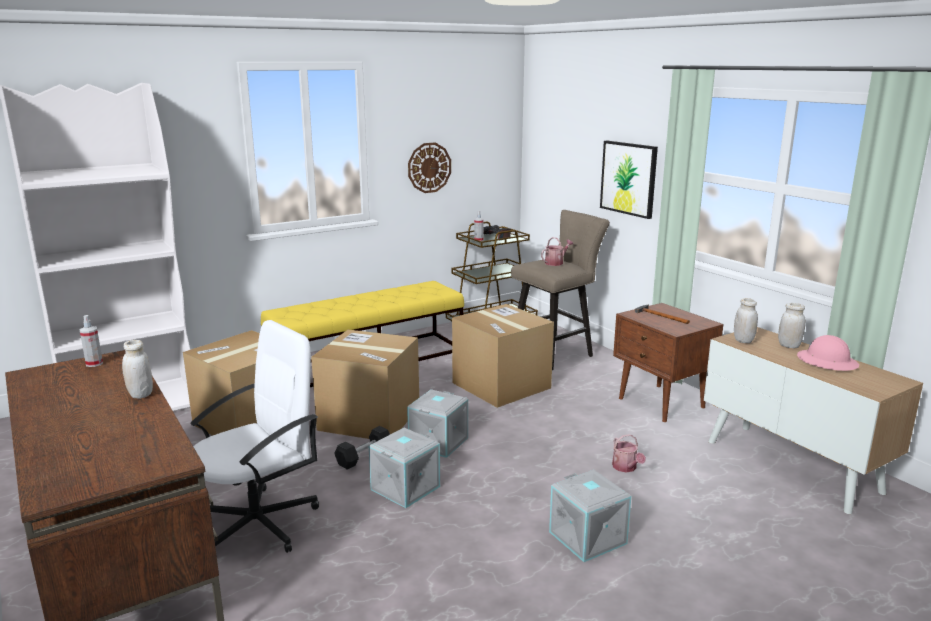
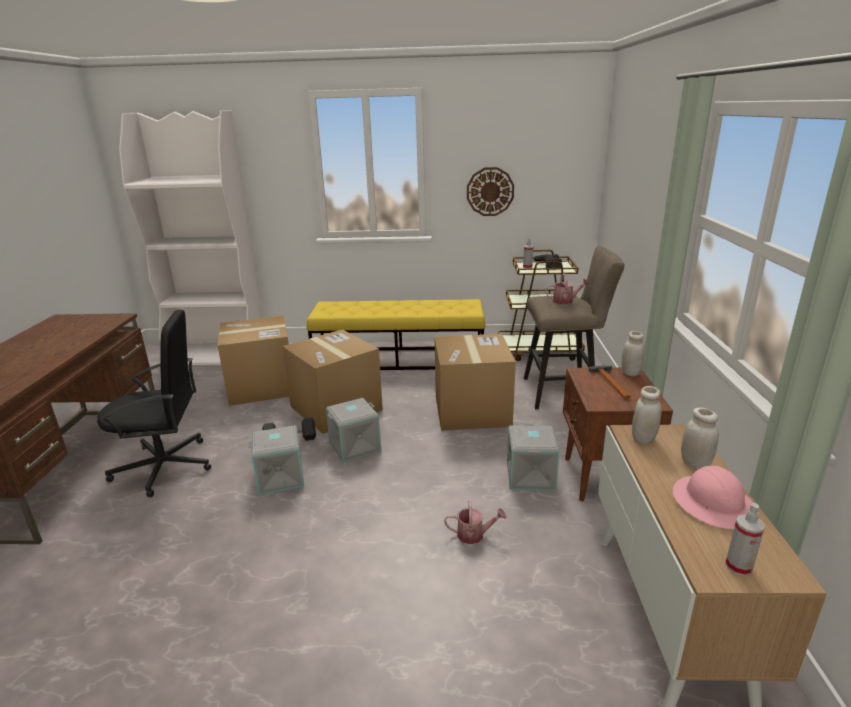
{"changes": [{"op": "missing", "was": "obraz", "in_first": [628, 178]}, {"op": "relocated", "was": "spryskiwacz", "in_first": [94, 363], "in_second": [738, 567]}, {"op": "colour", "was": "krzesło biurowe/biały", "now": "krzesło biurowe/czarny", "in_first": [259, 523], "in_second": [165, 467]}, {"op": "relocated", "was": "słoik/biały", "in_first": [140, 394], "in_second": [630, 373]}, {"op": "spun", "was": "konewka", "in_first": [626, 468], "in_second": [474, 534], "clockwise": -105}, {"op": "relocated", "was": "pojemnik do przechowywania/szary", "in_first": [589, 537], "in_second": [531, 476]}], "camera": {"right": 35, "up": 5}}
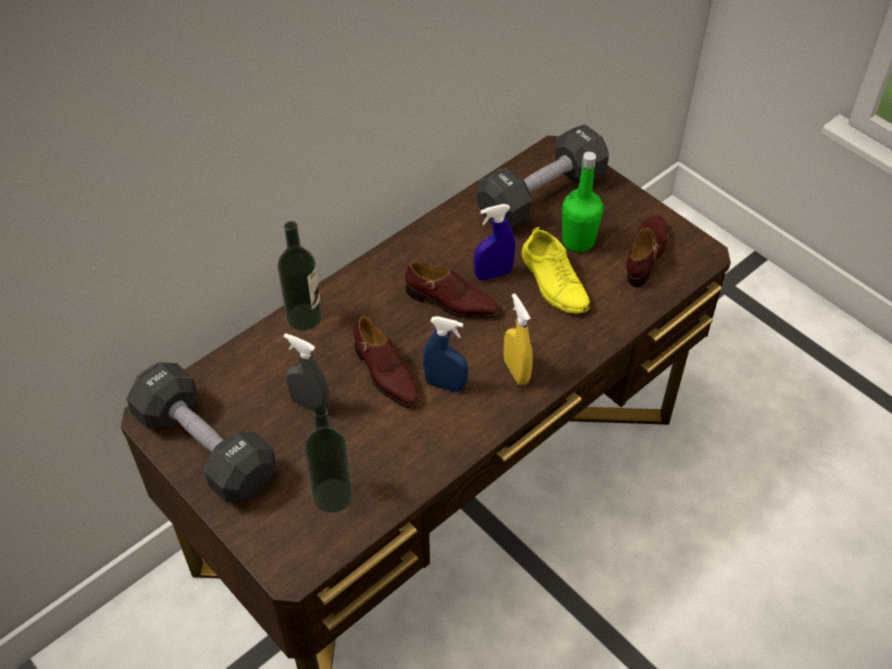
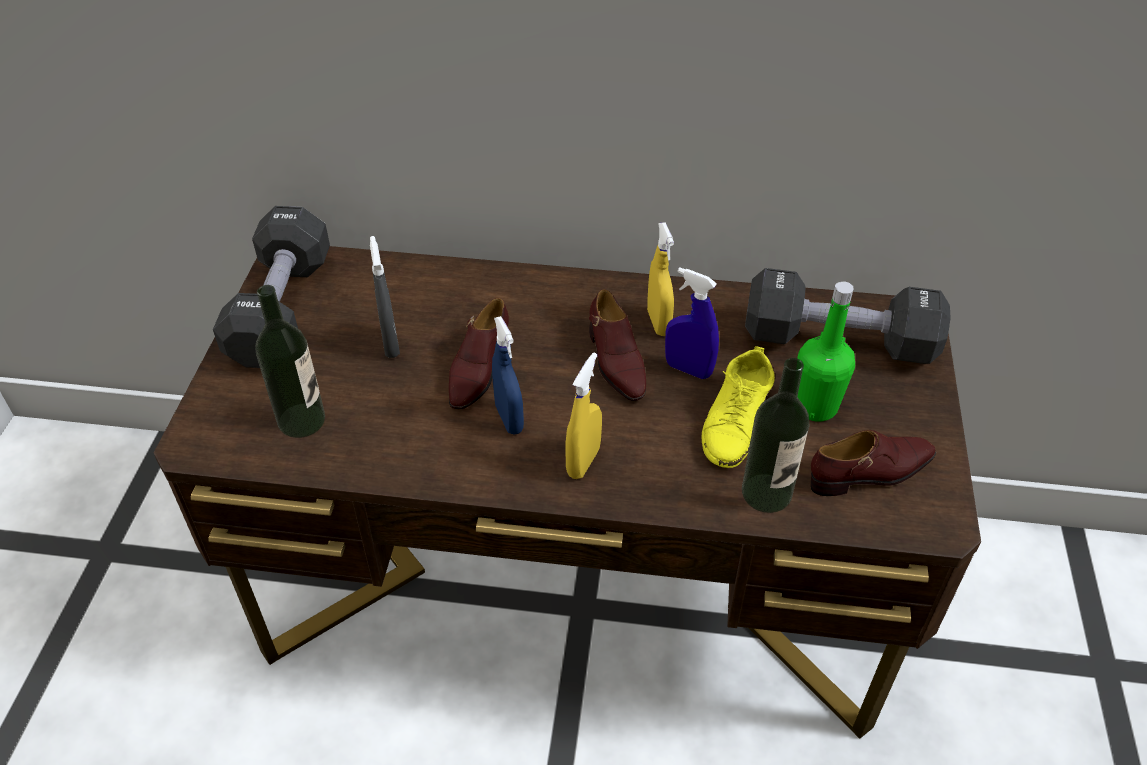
{"changes": [{"op": "relocated", "was": "butelka", "in_first": [304, 317], "in_second": [766, 493]}, {"op": "appeared", "now": "spryskiwacz/żółty", "in_second": [658, 323]}], "camera": {"right": 50, "up": -5}}
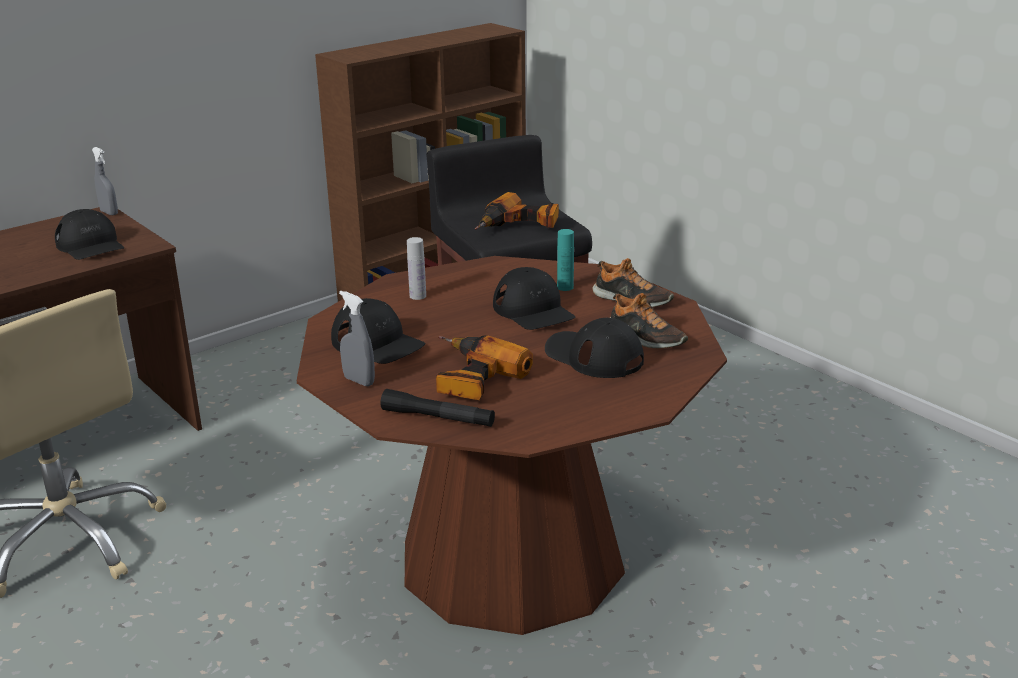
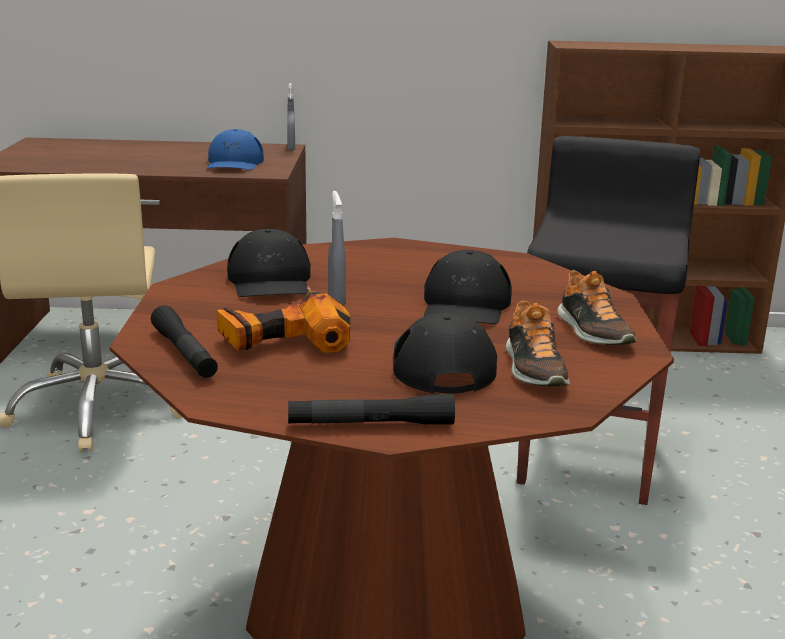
{"changes": [{"op": "missing", "was": "wiertarka", "in_first": [519, 227]}, {"op": "colour", "was": "czapka z daszkiem/czarny", "now": "czapka z daszkiem/niebieski", "in_first": [91, 245], "in_second": [234, 163]}, {"op": "missing", "was": "butelka/turkusowy", "in_first": [565, 287]}, {"op": "missing", "was": "butelka/biały", "in_first": [418, 296]}, {"op": "relocated", "was": "spryskiwacz/szary", "in_first": [359, 381], "in_second": [337, 300]}, {"op": "appeared", "now": "latarka/czarny", "in_second": [371, 424]}], "camera": {"right": 40, "up": -5}}
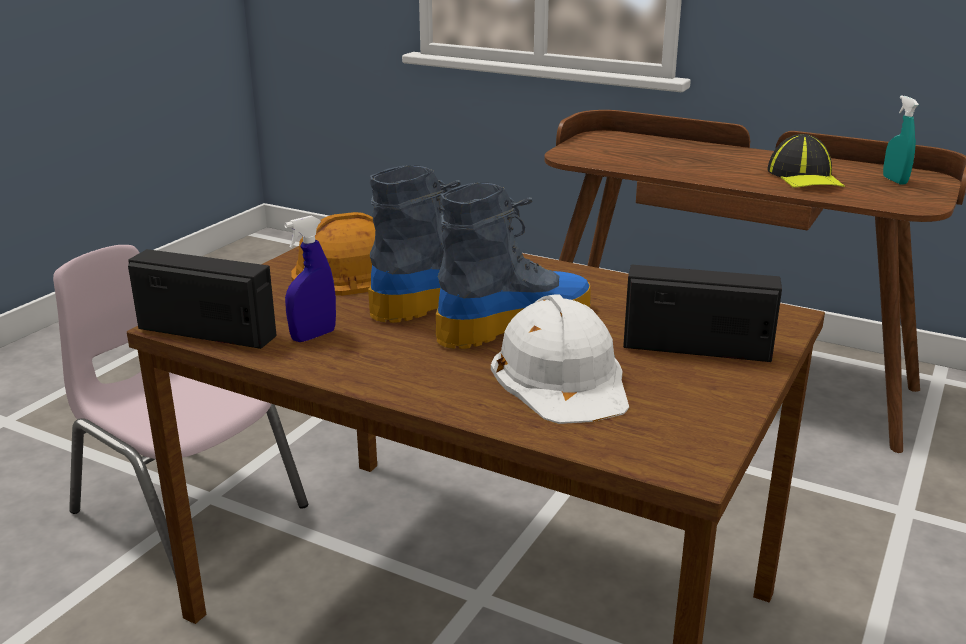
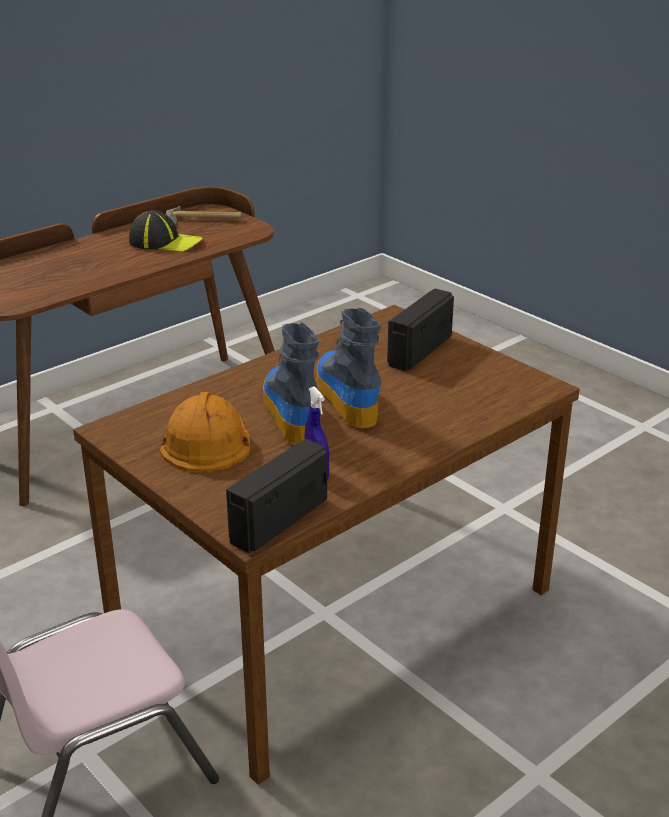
{"changes": [{"op": "exchanged", "was": "spryskiwacz/turkusowy", "now": "młotek", "in_first": [894, 180], "in_second": [203, 220]}, {"op": "missing", "was": "kask/biały", "in_first": [562, 377]}], "camera": {"right": -70, "up": 5}}
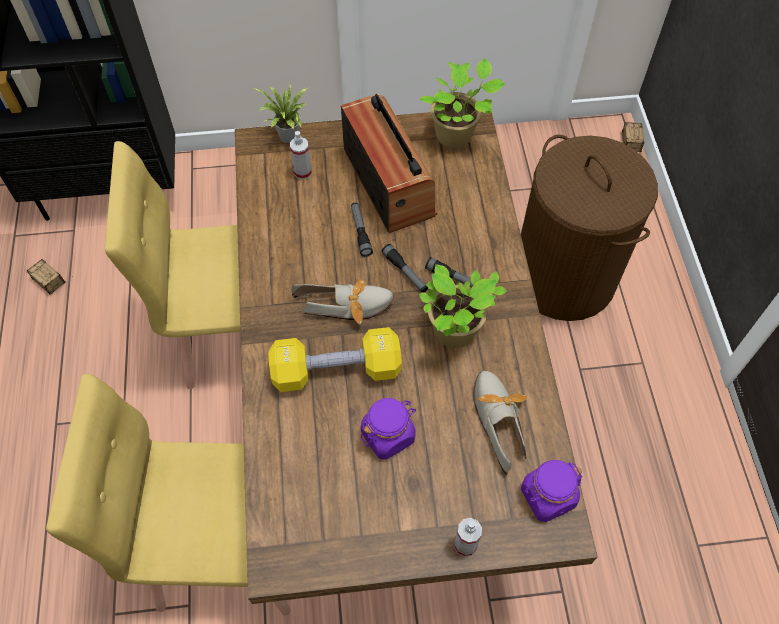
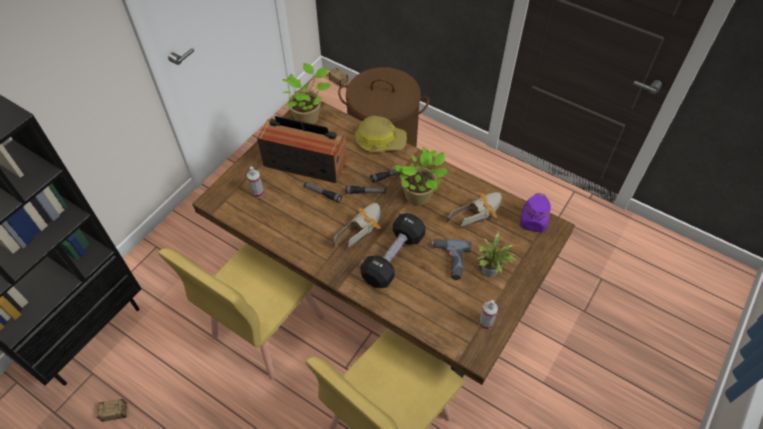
{"changes": [{"op": "relocated", "was": "roślina doniczkowa", "in_first": [288, 137], "in_second": [491, 272]}, {"op": "colour", "was": "hantel/żółty", "now": "hantel/czarny", "in_first": [336, 370], "in_second": [393, 258]}, {"op": "spun", "was": "but", "in_first": [497, 418], "in_second": [478, 212], "clockwise": 120}, {"op": "exchanged", "was": "słoik/fioletowy", "now": "wiertarka", "in_first": [388, 435], "in_second": [449, 260]}, {"op": "relocated", "was": "spryskiwacz", "in_first": [465, 545], "in_second": [486, 323]}, {"op": "appeared", "now": "kask", "in_second": [380, 141]}], "camera": {"right": -50, "up": -5}}
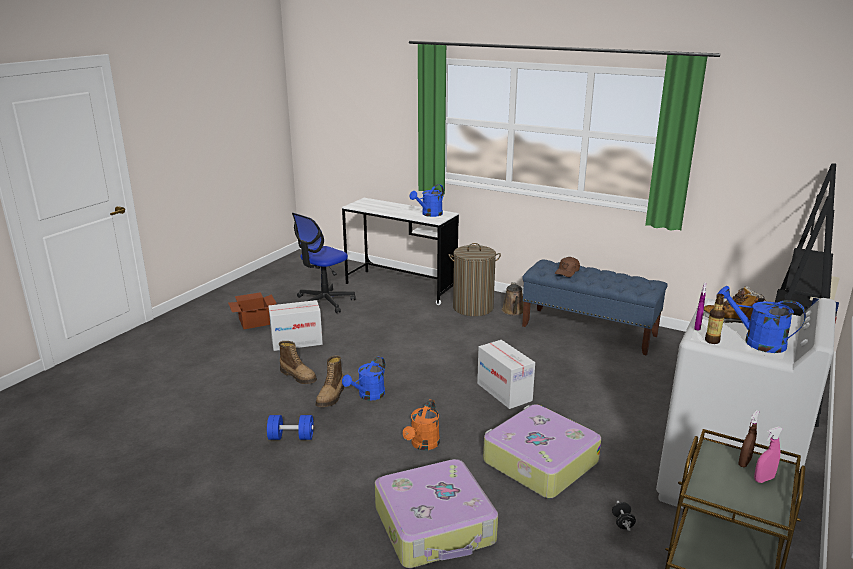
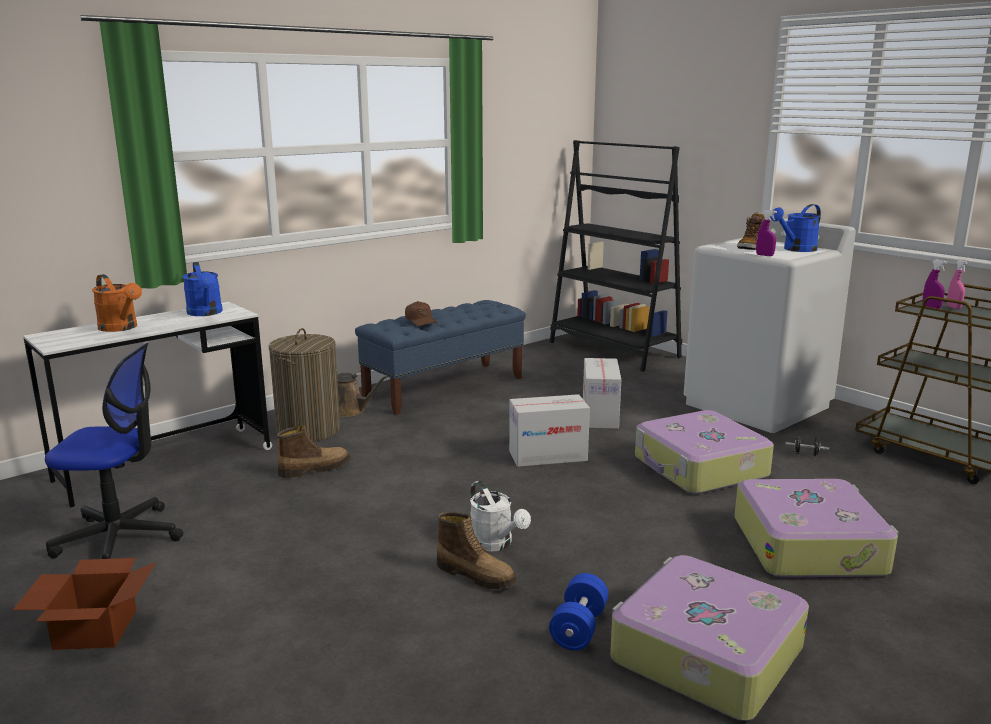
{"changes": [{"op": "spun", "was": "krzesło biurowe", "in_first": [324, 302], "in_second": [119, 538], "clockwise": -60}, {"op": "missing", "was": "butelka", "in_first": [712, 341]}, {"op": "relocated", "was": "karton", "in_first": [297, 342], "in_second": [599, 416]}, {"op": "relocated", "was": "but z cholewką", "in_first": [299, 376], "in_second": [314, 469]}, {"op": "colour", "was": "konewka/niebieski", "now": "konewka/biały", "in_first": [368, 396], "in_second": [496, 544]}, {"op": "relocated", "was": "konewka/pomarańczowy", "in_first": [423, 445], "in_second": [121, 328]}, {"op": "colour", "was": "spryskiwacz/brązowy", "now": "spryskiwacz/fioletowy", "in_first": [744, 462], "in_second": [931, 307]}, {"op": "appeared", "now": "walizka", "in_second": [704, 654]}], "camera": {"right": -70, "up": -5}}
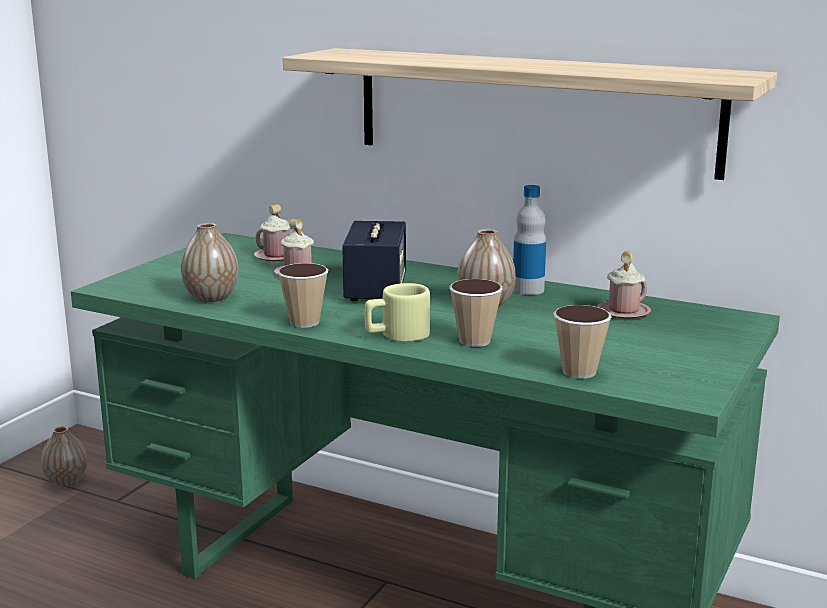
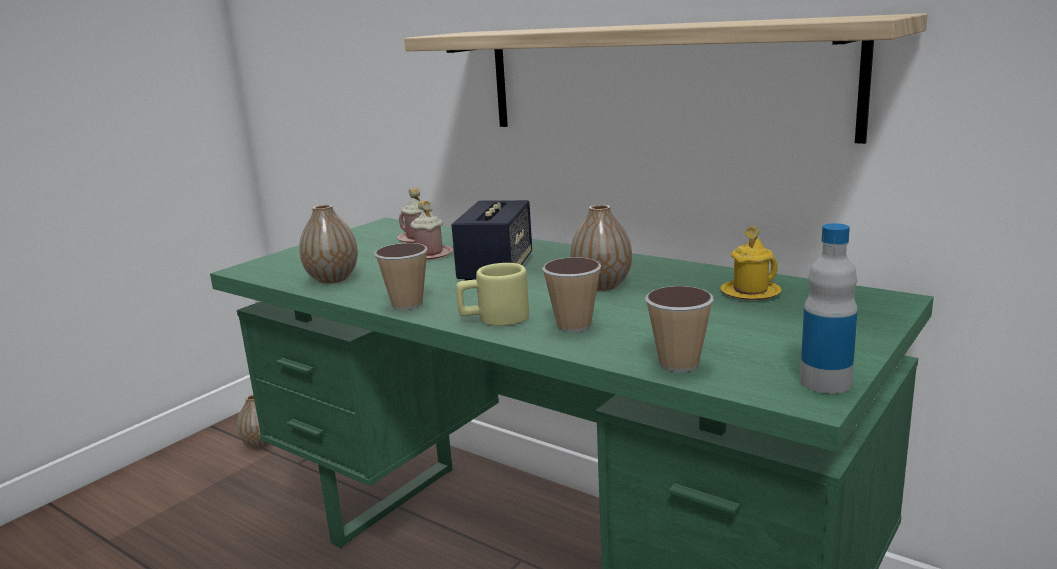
{"changes": [{"op": "relocated", "was": "butelka", "in_first": [528, 289], "in_second": [825, 382]}, {"op": "colour", "was": "kubek/różowy", "now": "kubek/żółty", "in_first": [623, 312], "in_second": [750, 292]}], "camera": {"right": 10, "up": 0}}
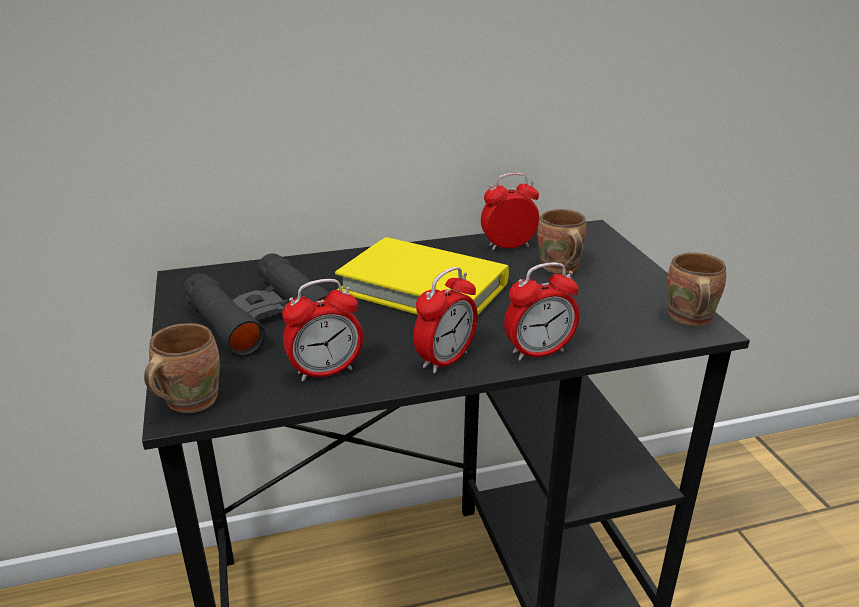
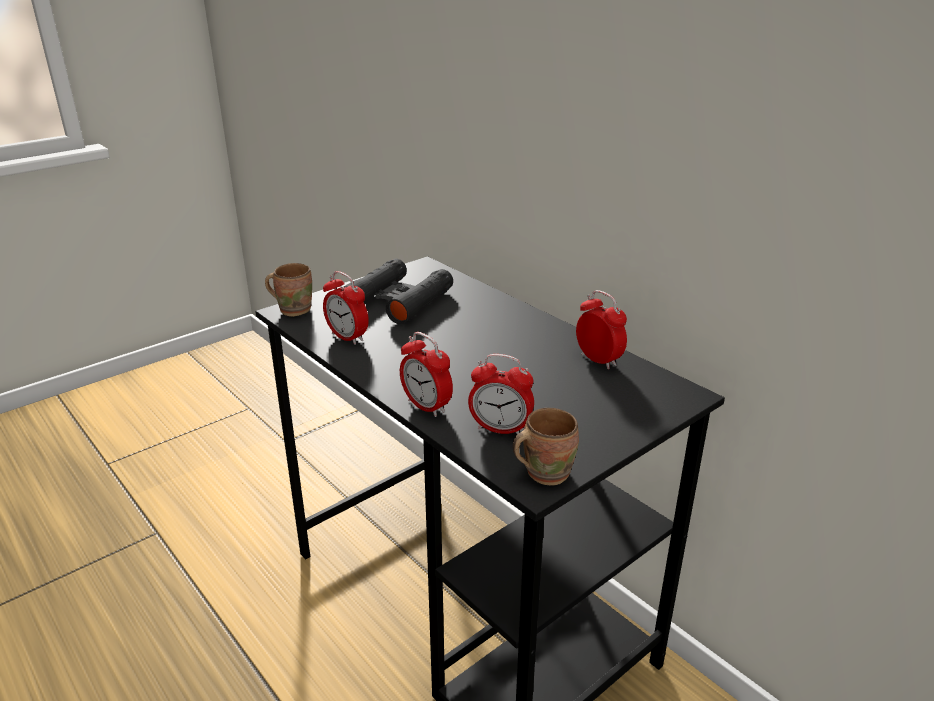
{"changes": [{"op": "missing", "was": "kubek/brązowy", "in_first": [558, 268]}, {"op": "missing", "was": "książka/żółty", "in_first": [423, 288]}, {"op": "relocated", "was": "budzik", "in_first": [445, 360], "in_second": [500, 429]}], "camera": {"right": 65, "up": 0}}
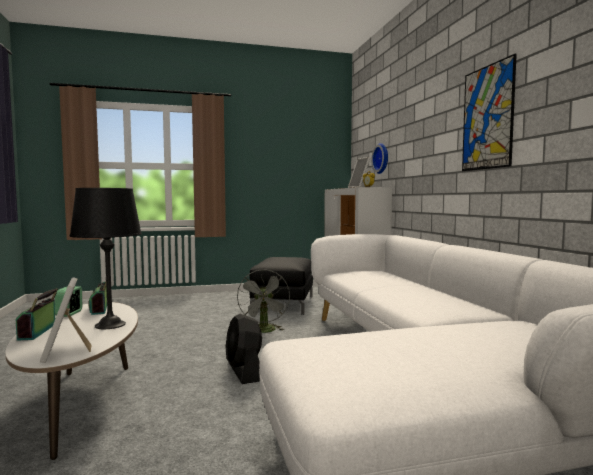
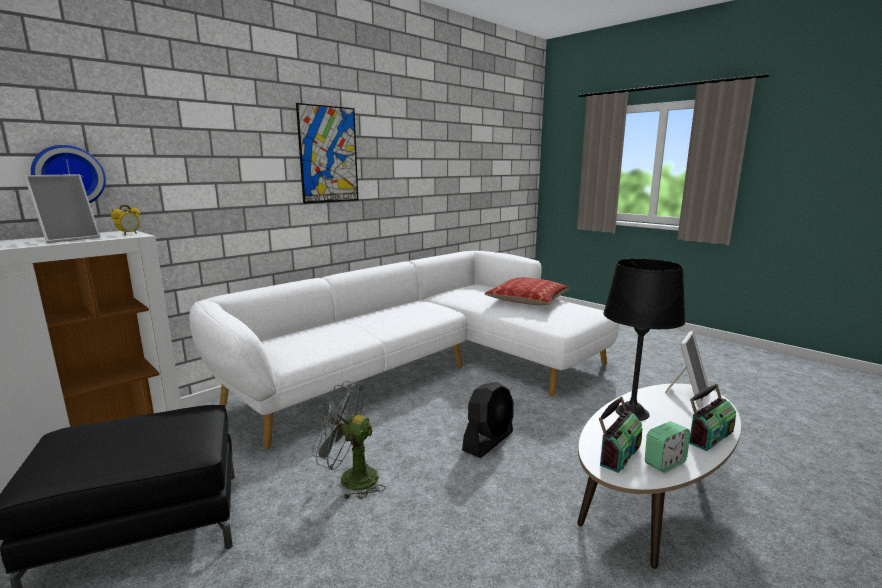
{"changes": [{"op": "spun", "was": "wentylator/szary", "in_first": [265, 331], "in_second": [350, 479], "clockwise": -135}, {"op": "appeared", "now": "poduszka", "in_second": [528, 300]}], "camera": {"right": -120, "up": 10}}
